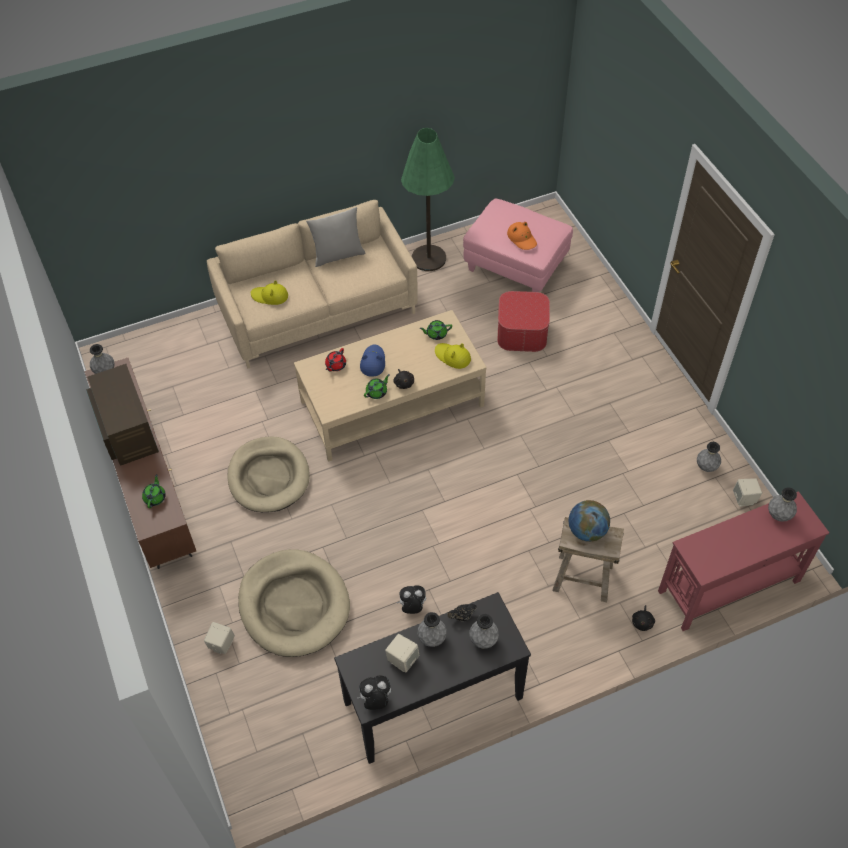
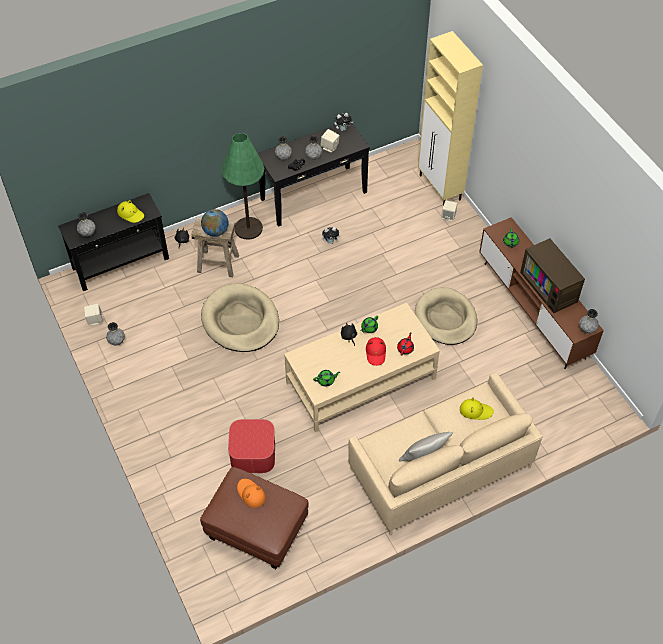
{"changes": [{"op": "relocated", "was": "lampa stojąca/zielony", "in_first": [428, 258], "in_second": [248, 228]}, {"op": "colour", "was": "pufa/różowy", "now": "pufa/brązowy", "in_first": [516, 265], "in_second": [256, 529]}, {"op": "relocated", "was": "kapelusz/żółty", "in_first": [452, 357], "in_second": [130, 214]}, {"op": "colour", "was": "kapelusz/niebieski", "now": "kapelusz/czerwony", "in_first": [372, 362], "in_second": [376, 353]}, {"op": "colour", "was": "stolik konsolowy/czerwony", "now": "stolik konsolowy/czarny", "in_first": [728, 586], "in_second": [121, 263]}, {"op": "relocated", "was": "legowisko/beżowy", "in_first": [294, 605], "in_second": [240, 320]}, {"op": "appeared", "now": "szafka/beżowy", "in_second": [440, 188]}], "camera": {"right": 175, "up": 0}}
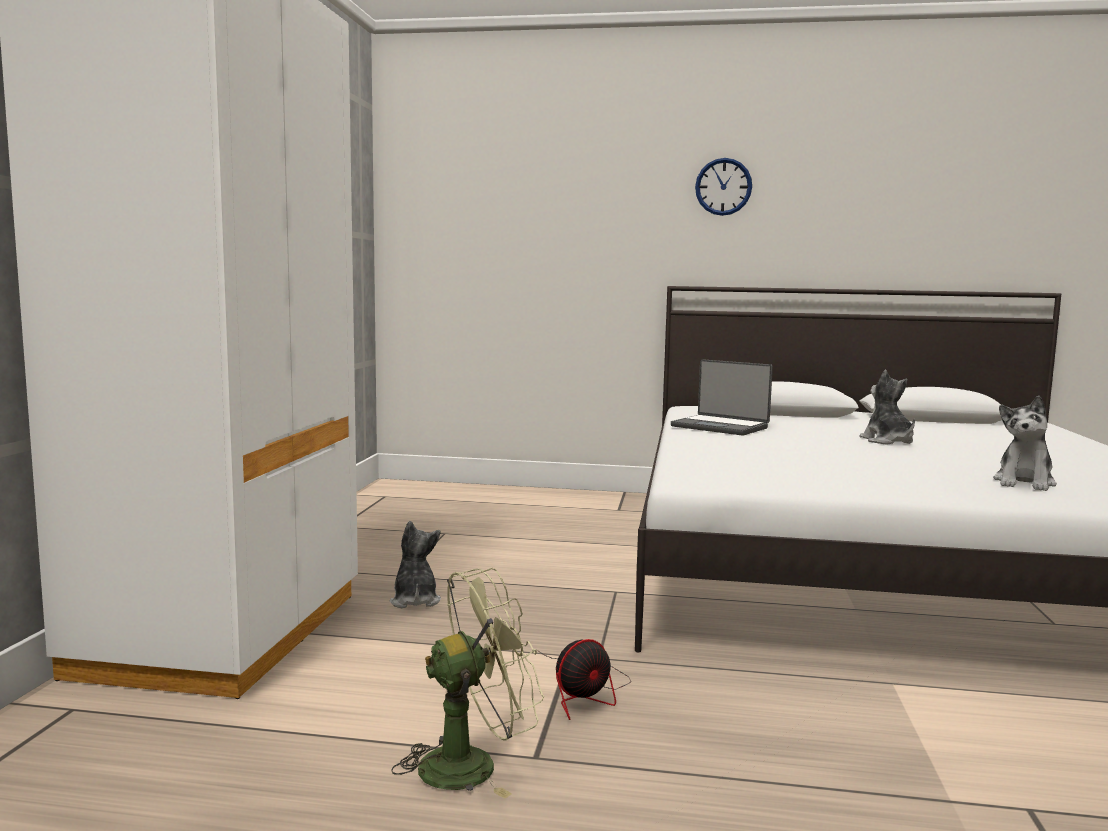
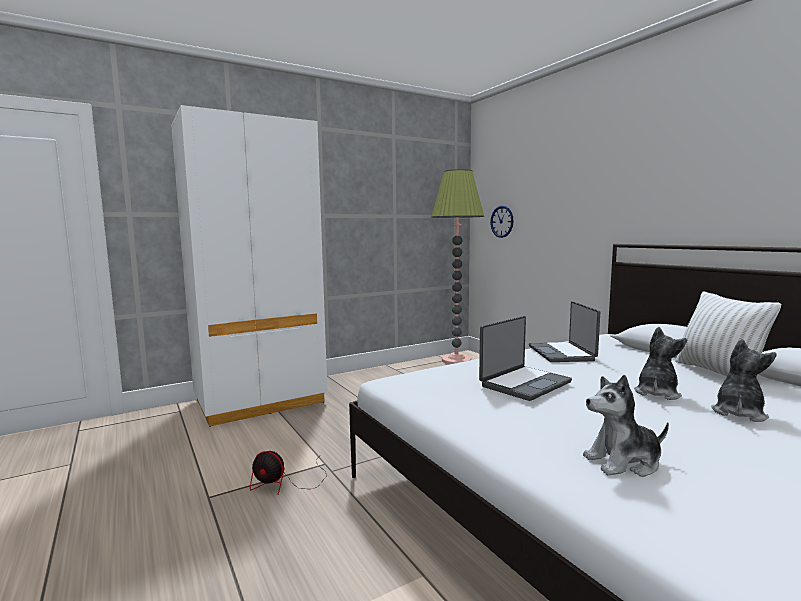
{"changes": [{"op": "relocated", "was": "zegar ścienny", "in_first": [723, 187], "in_second": [502, 221]}, {"op": "relocated", "was": "pluszak", "in_first": [414, 601], "in_second": [738, 413]}, {"op": "missing", "was": "wentylator/zielony", "in_first": [472, 764]}, {"op": "appeared", "now": "lampa stojąca", "in_second": [456, 361]}, {"op": "appeared", "now": "poduszka/biały", "in_second": [718, 373]}, {"op": "appeared", "now": "laptop", "in_second": [524, 383]}], "camera": {"right": 50, "up": 0}}
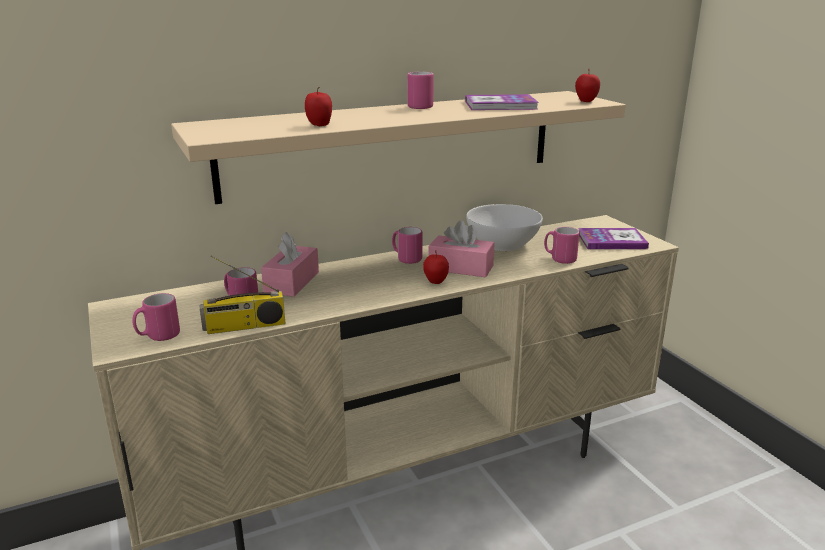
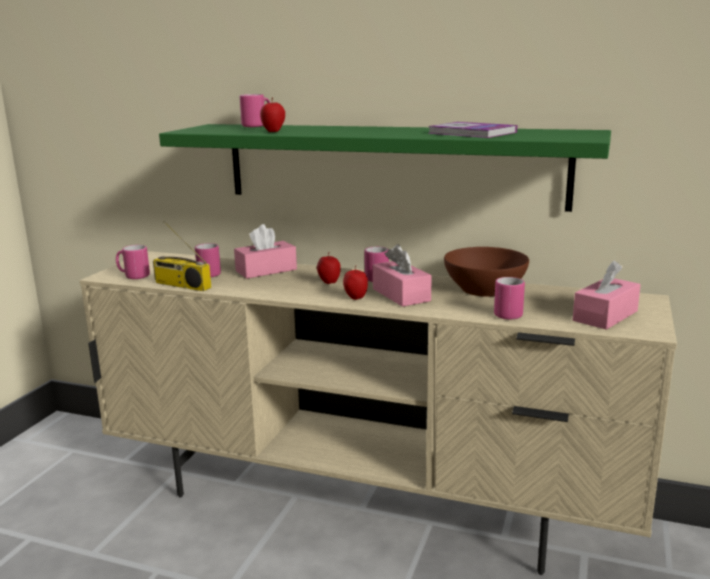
{"changes": [{"op": "relocated", "was": "jabłko", "in_first": [586, 101], "in_second": [329, 282]}, {"op": "relocated", "was": "kubek/różowy", "in_first": [420, 106], "in_second": [257, 126]}, {"op": "colour", "was": "półka/beżowy", "now": "półka/zielony", "in_first": [393, 143], "in_second": [390, 164]}, {"op": "colour", "was": "miska/biały", "now": "miska/brązowy", "in_first": [502, 243], "in_second": [484, 289]}, {"op": "exchanged", "was": "książka", "now": "pudełko chusteczek/różowy", "in_first": [611, 241], "in_second": [605, 316]}], "camera": {"right": 45, "up": -5}}
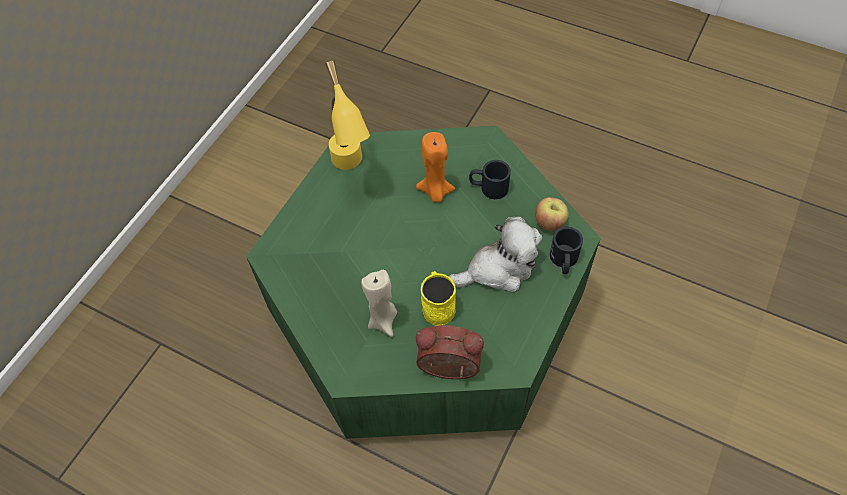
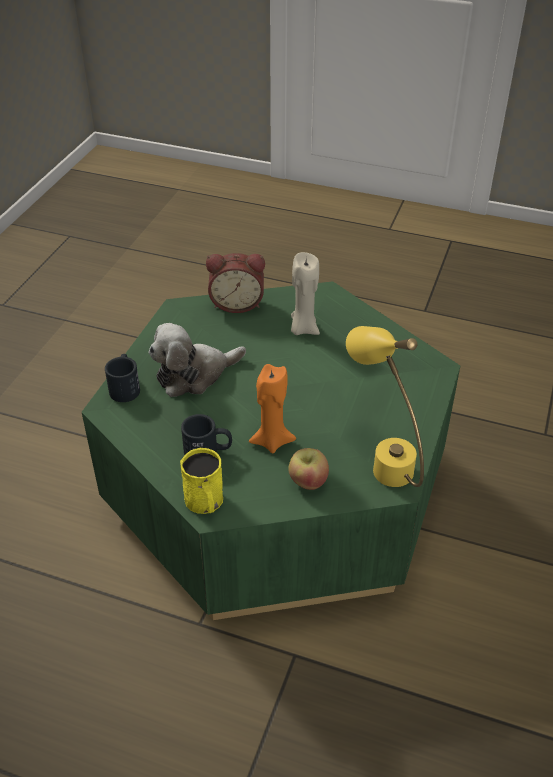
{"changes": [{"op": "relocated", "was": "jabłko", "in_first": [550, 223], "in_second": [308, 481]}, {"op": "relocated", "was": "kubek/żółty", "in_first": [437, 305], "in_second": [205, 503]}], "camera": {"right": 170, "up": -15}}
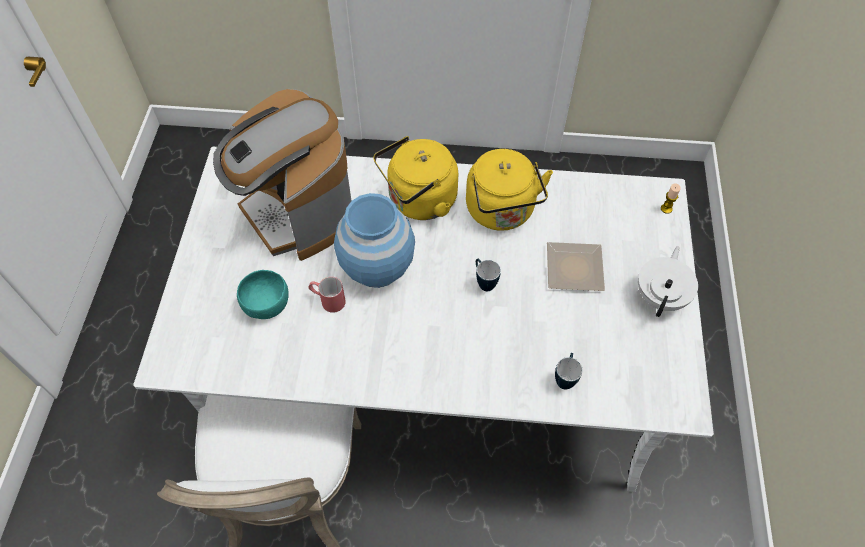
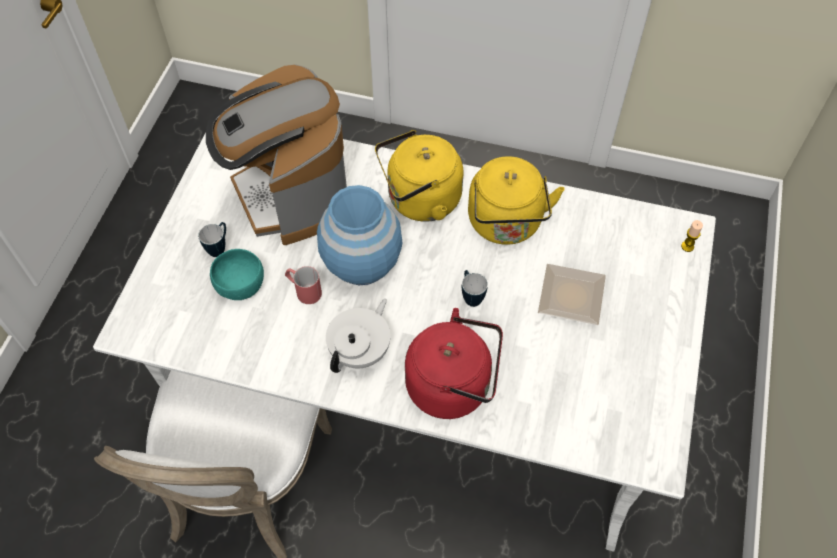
{"changes": [{"op": "relocated", "was": "imbryk/biały", "in_first": [661, 296], "in_second": [361, 351]}, {"op": "relocated", "was": "kubek", "in_first": [565, 378], "in_second": [219, 248]}, {"op": "appeared", "now": "czajnik/czerwony", "in_second": [453, 385]}], "camera": {"right": 10, "up": 0}}
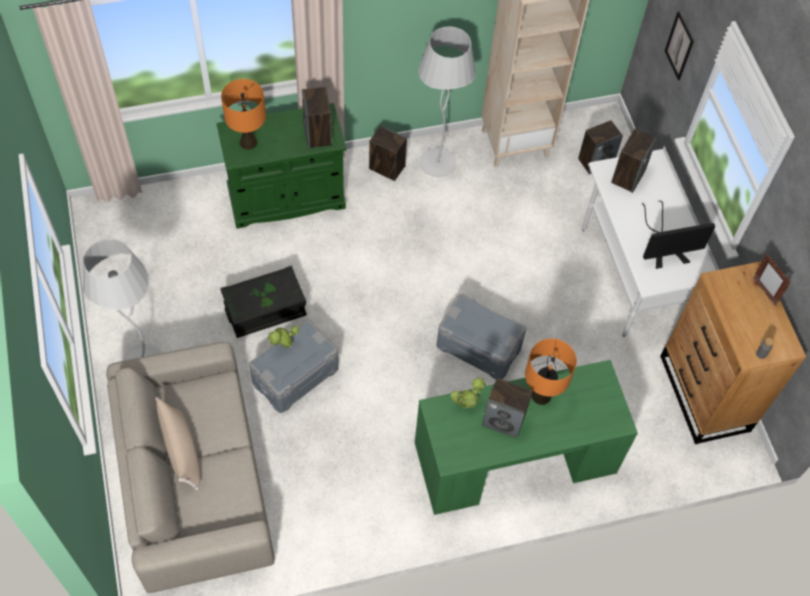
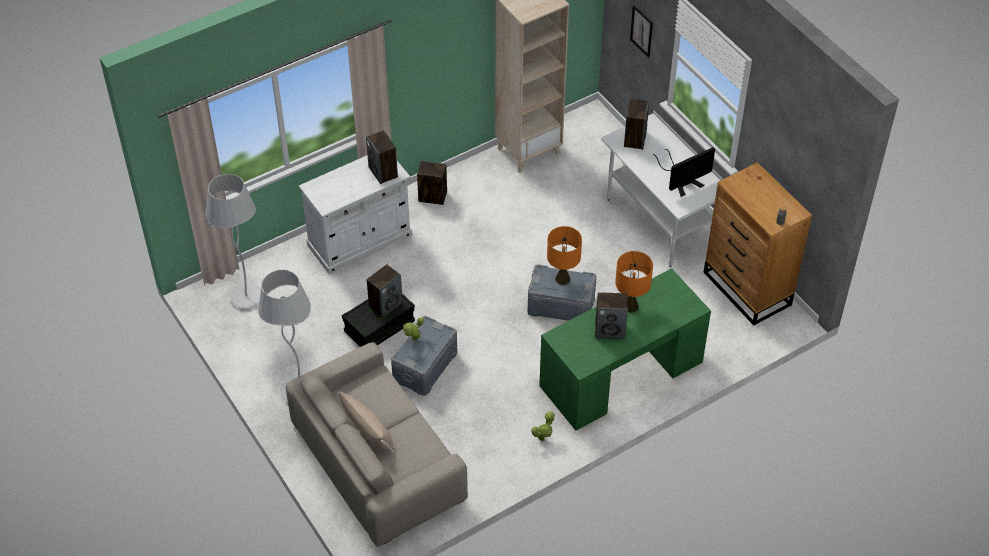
{"changes": [{"op": "relocated", "was": "lampa stojąca/biały", "in_first": [438, 164], "in_second": [246, 297]}, {"op": "relocated", "was": "lampa stołowa/pomarańczowy", "in_first": [248, 142], "in_second": [563, 279]}, {"op": "colour", "was": "szafka/zielony", "now": "szafka/biały", "in_first": [286, 197], "in_second": [360, 241]}, {"op": "relocated", "was": "głośnik", "in_first": [595, 161], "in_second": [385, 304]}, {"op": "missing", "was": "ramka na zdjęcie", "in_first": [764, 291]}, {"op": "relocated", "was": "roślina doniczkowa", "in_first": [466, 404], "in_second": [543, 438]}], "camera": {"right": -15, "up": -10}}
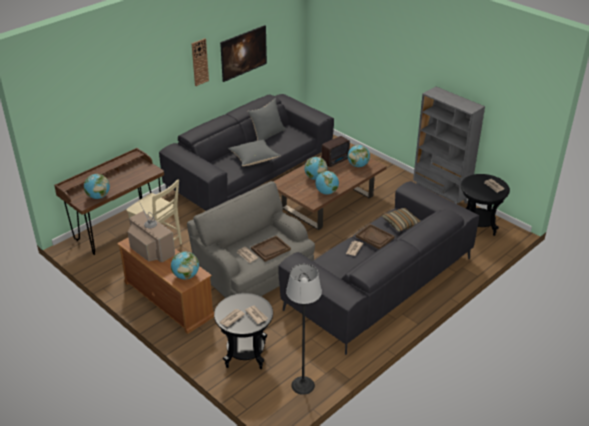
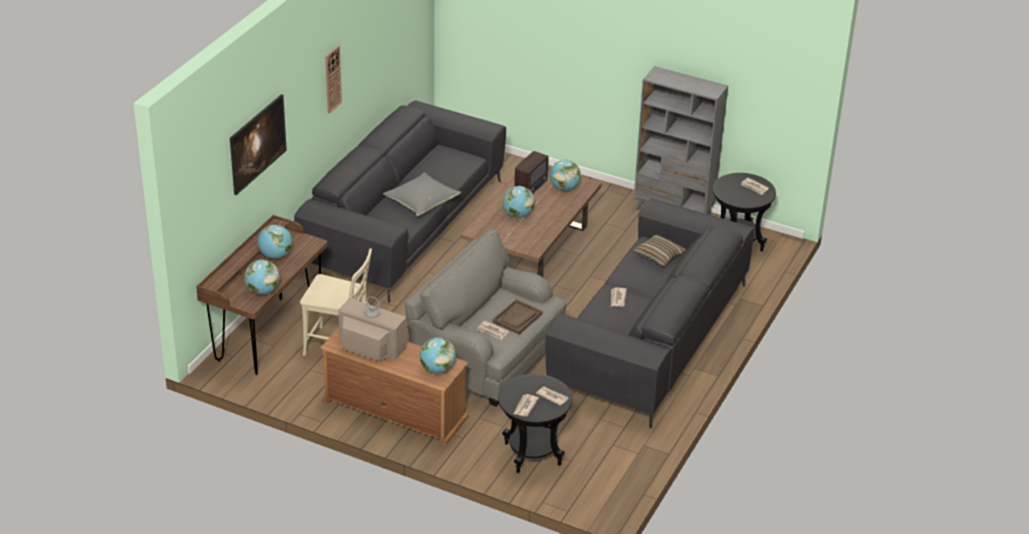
{"changes": [{"op": "relocated", "was": "obraz", "in_first": [244, 62], "in_second": [258, 158]}, {"op": "missing", "was": "poduszka/szary", "in_first": [267, 135]}, {"op": "relocated", "was": "globus", "in_first": [326, 192], "in_second": [275, 256]}, {"op": "missing", "was": "taca/brązowy", "in_first": [375, 237]}, {"op": "missing", "was": "lampa stojąca", "in_first": [302, 385]}], "camera": {"right": -20, "up": 0}}
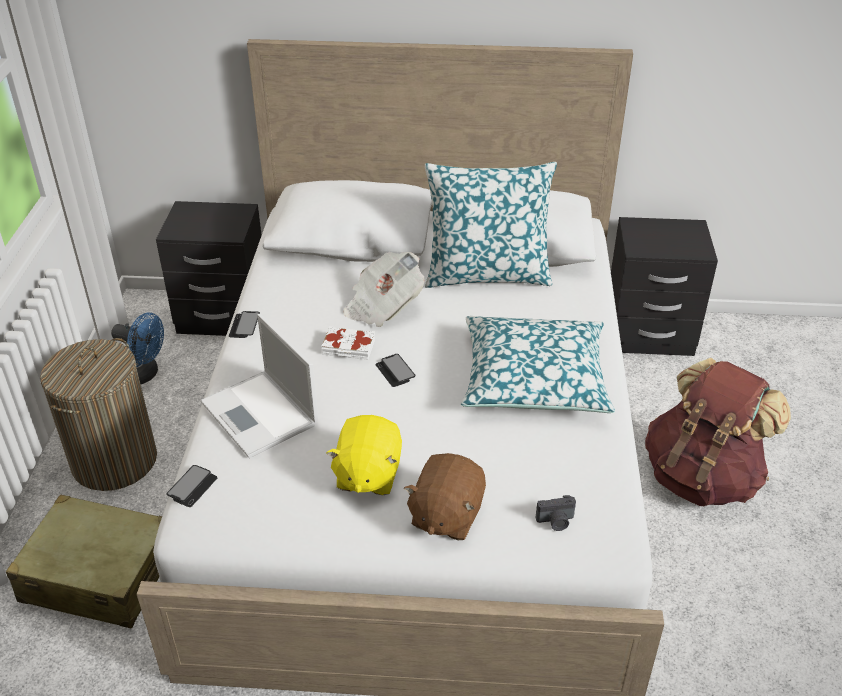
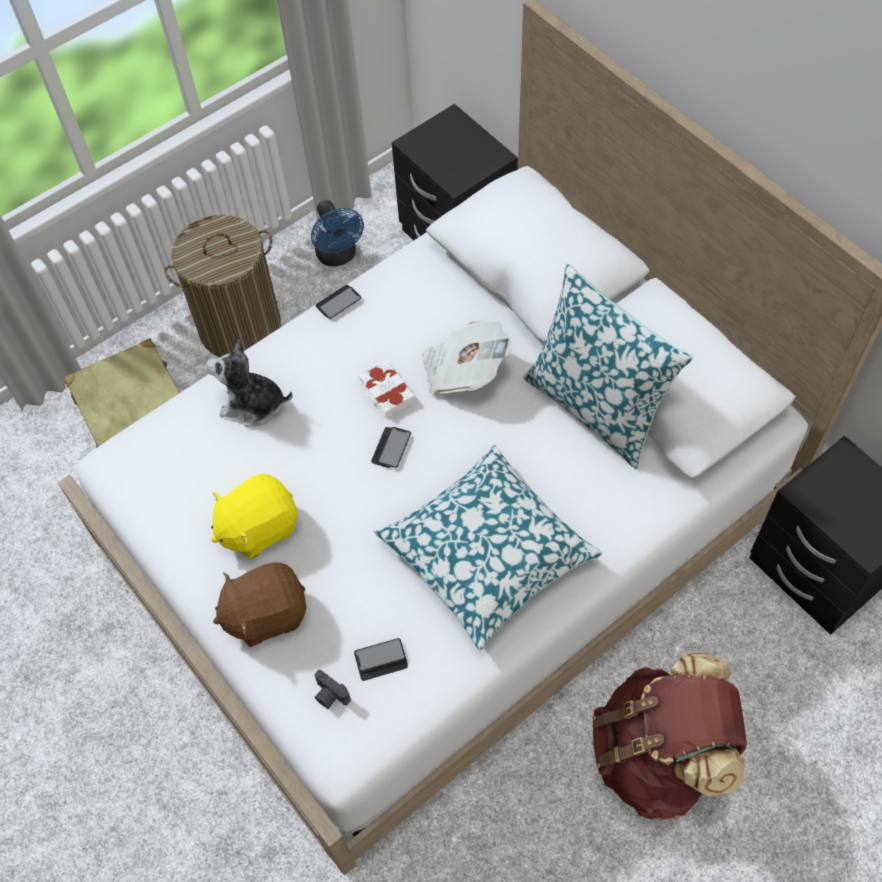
{"changes": [{"op": "exchanged", "was": "laptop", "now": "pluszak", "in_first": [261, 414], "in_second": [253, 405]}, {"op": "relocated", "was": "telefon", "in_first": [192, 487], "in_second": [381, 660]}], "camera": {"right": 50, "up": 20}}
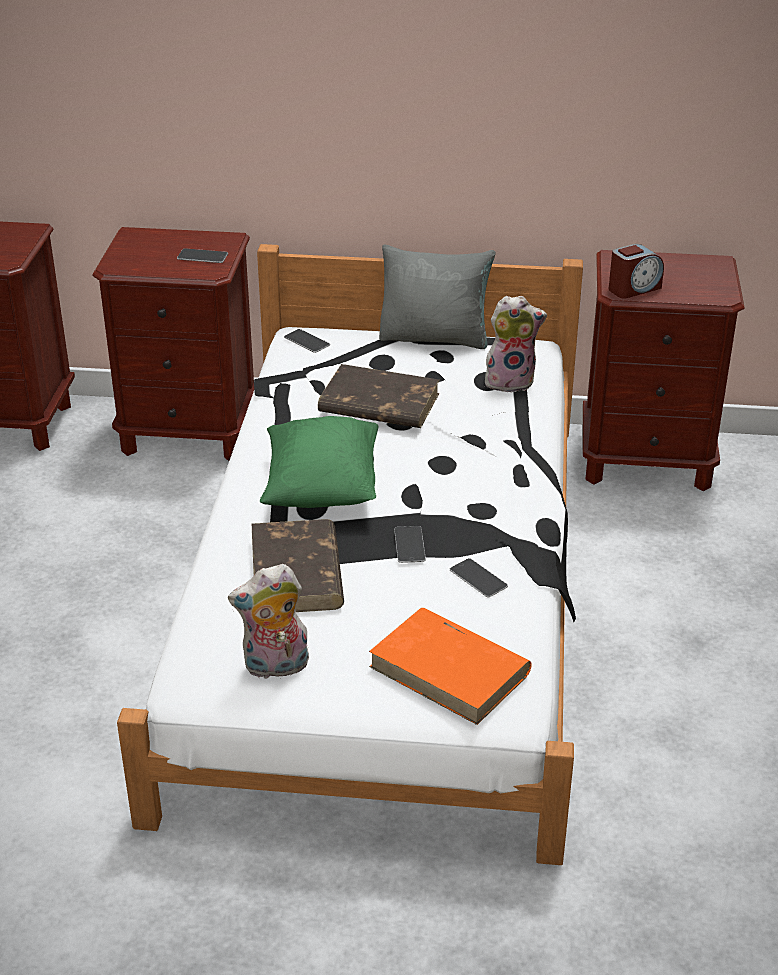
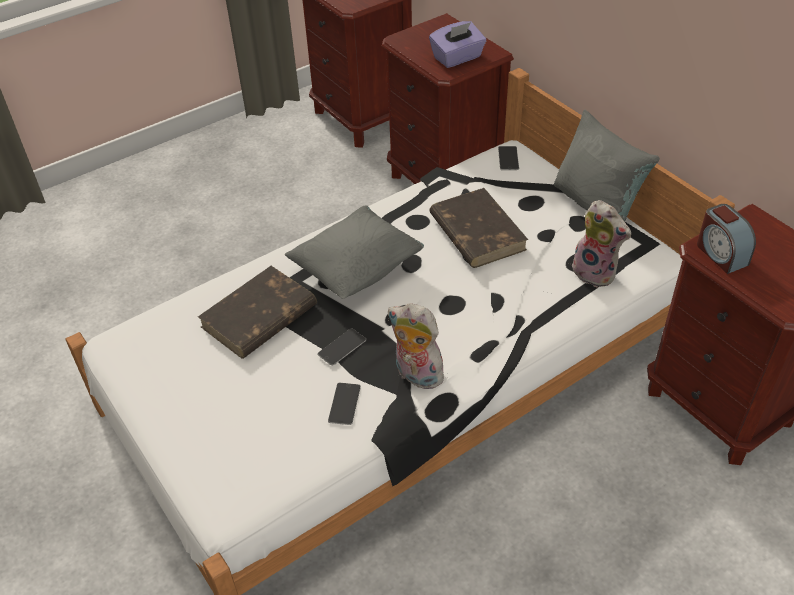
{"changes": [{"op": "spun", "was": "budzik", "in_first": [634, 288], "in_second": [720, 254], "clockwise": 45}, {"op": "exchanged", "was": "telefon", "now": "pudełko chusteczek/fioletowy", "in_first": [202, 256], "in_second": [457, 58]}, {"op": "colour", "was": "poduszka/zielony", "now": "poduszka/szary", "in_first": [321, 489], "in_second": [357, 270]}, {"op": "relocated", "was": "pluszak", "in_first": [275, 667], "in_second": [416, 375]}, {"op": "missing", "was": "książka/pomarańczowy", "in_first": [451, 670]}], "camera": {"right": 50, "up": 10}}
